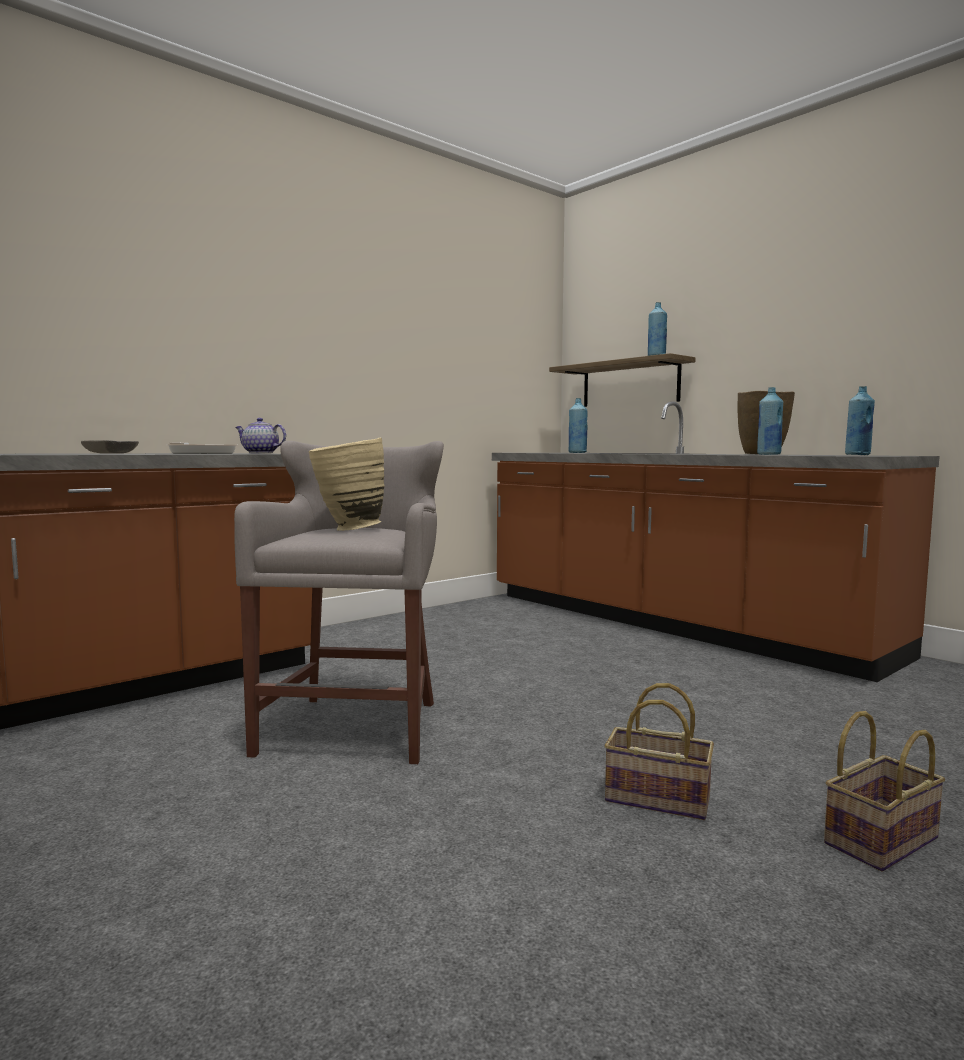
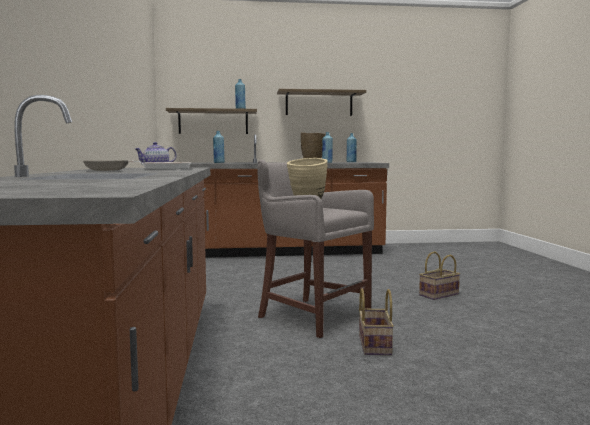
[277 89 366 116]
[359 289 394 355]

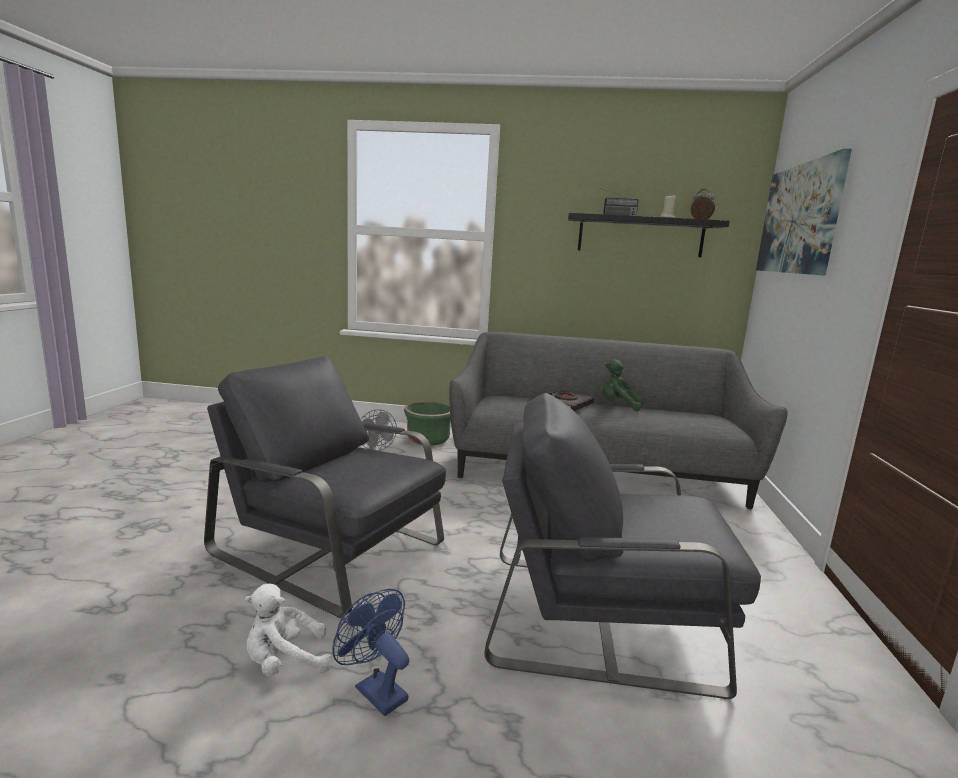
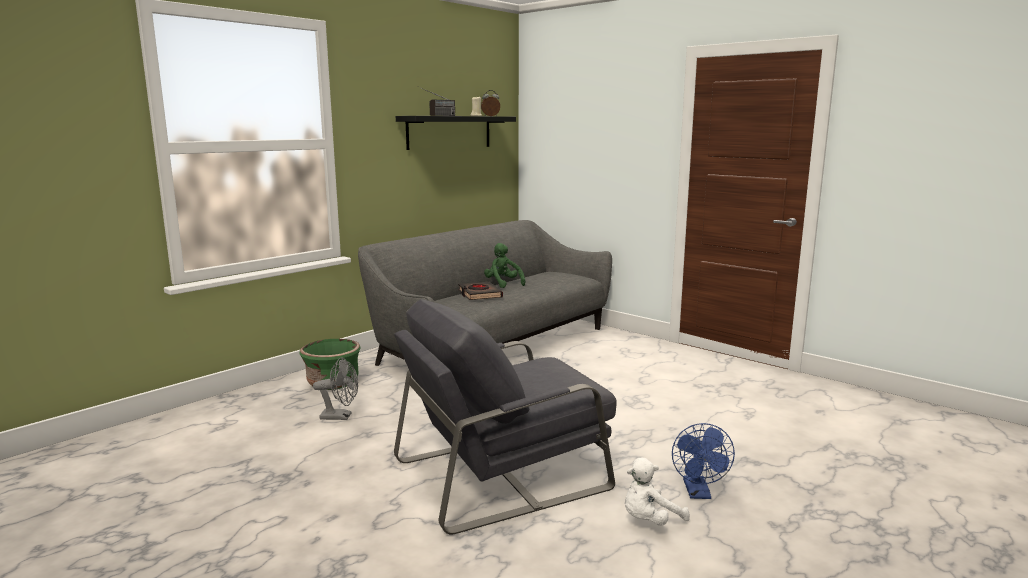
[484 393 761 699] (first image)
[756 149 852 276] (first image)
[625 458 690 526]
[672 423 735 499]
[484 243 525 288]

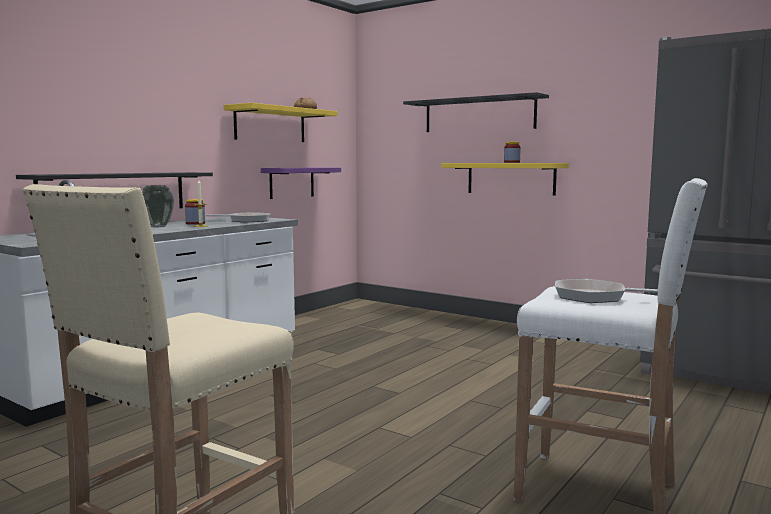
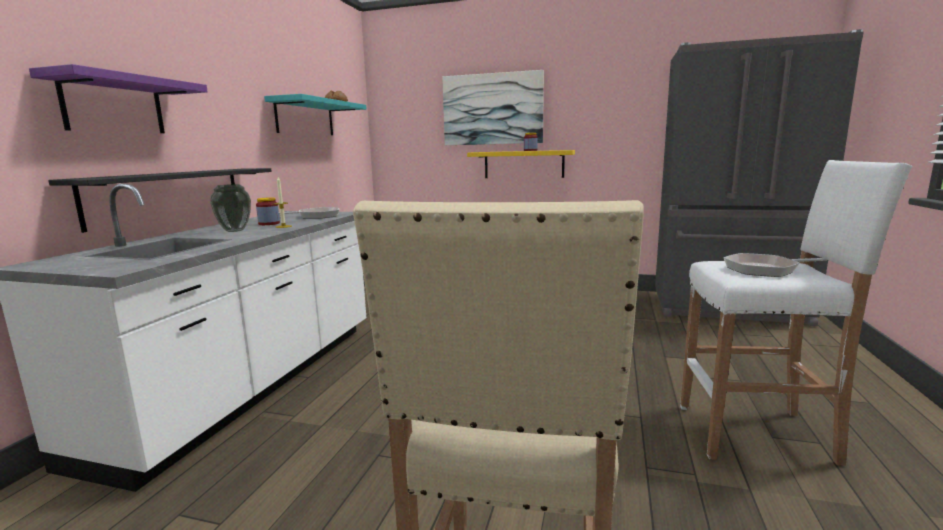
[29 64 208 133]
[442 70 544 145]
[264 94 367 135]

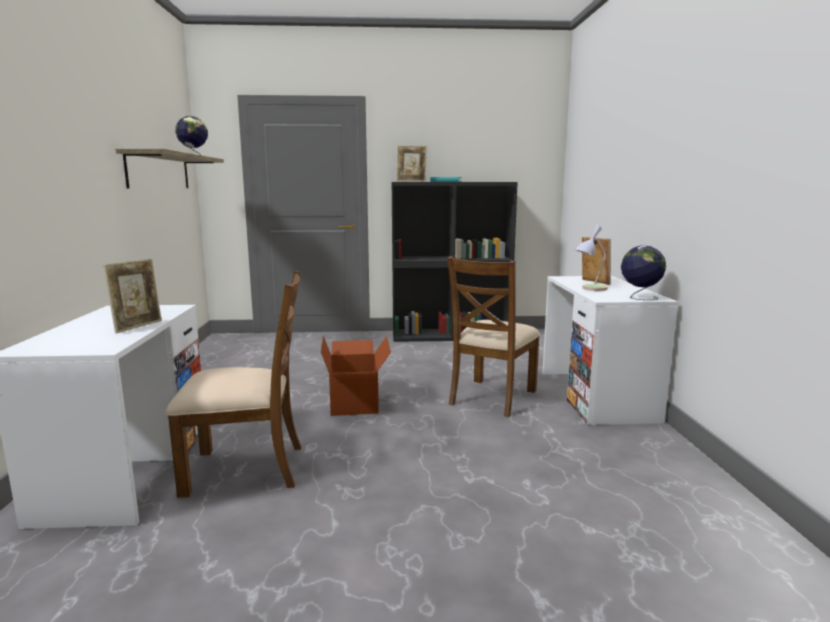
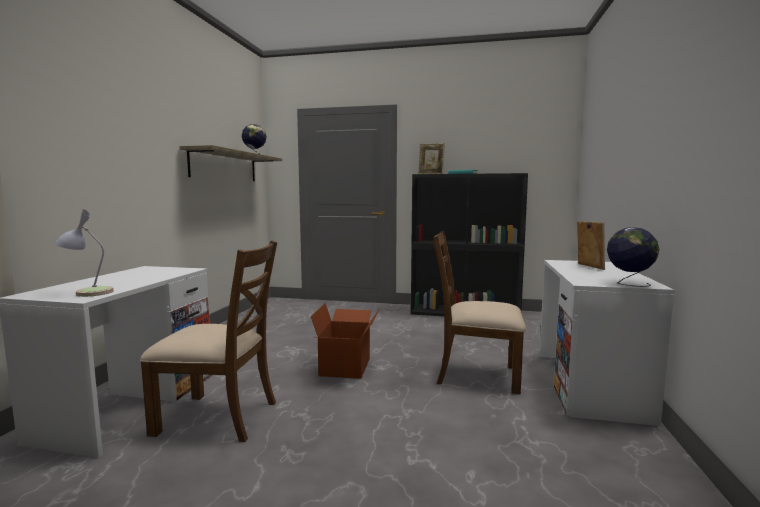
[103 259 162 333] (first image)
[55 209 114 297]
[433 231 526 394]

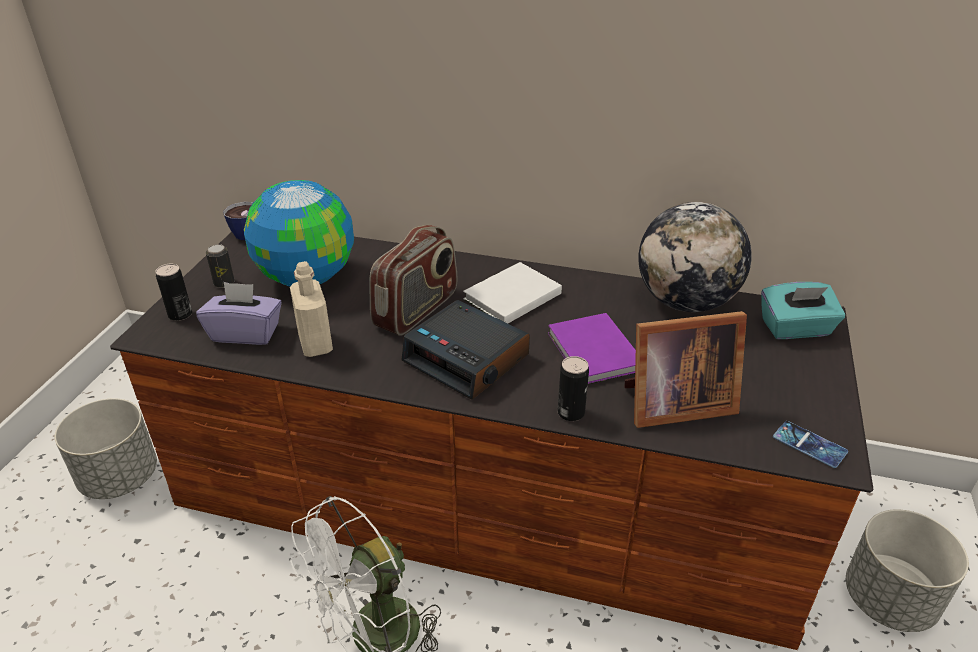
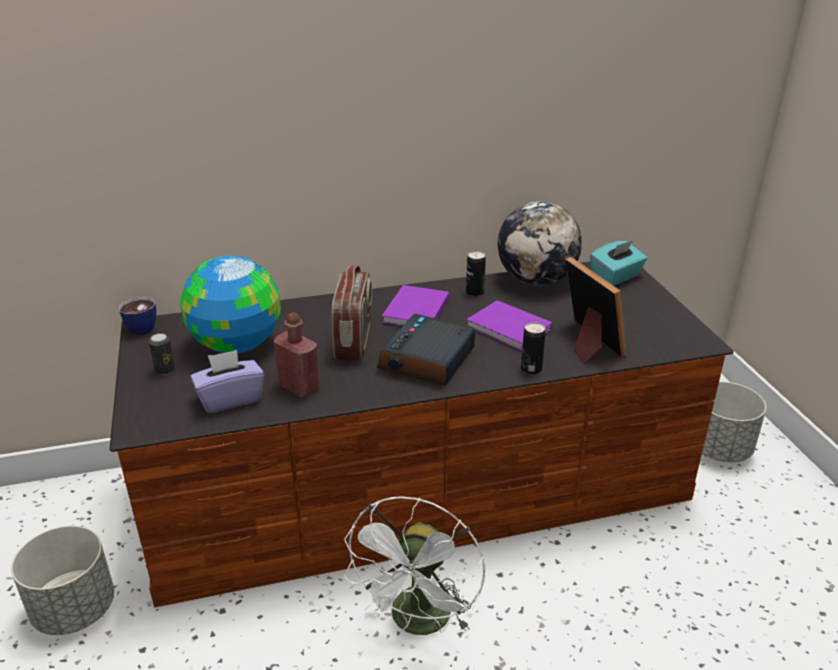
[773 421 848 468] (first image)
[466 251 486 296]
[274 313 320 398]
[382 285 449 326]
[377 314 475 386]
[566 257 627 364]

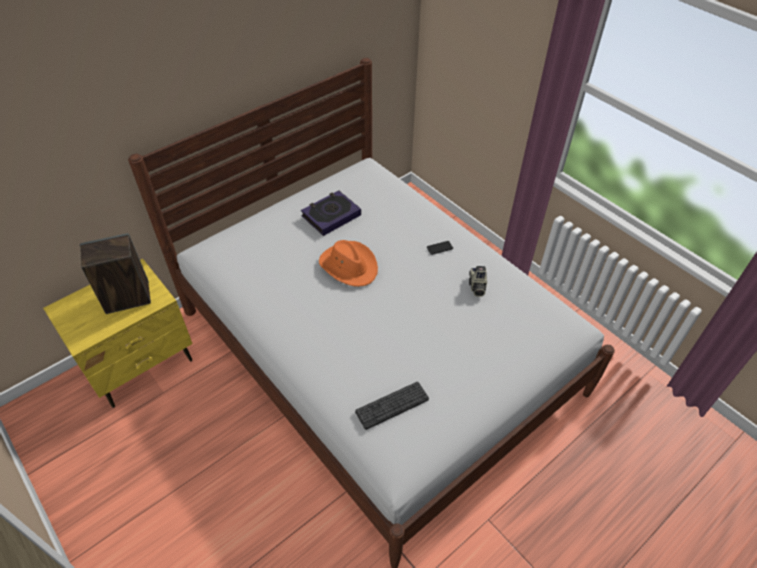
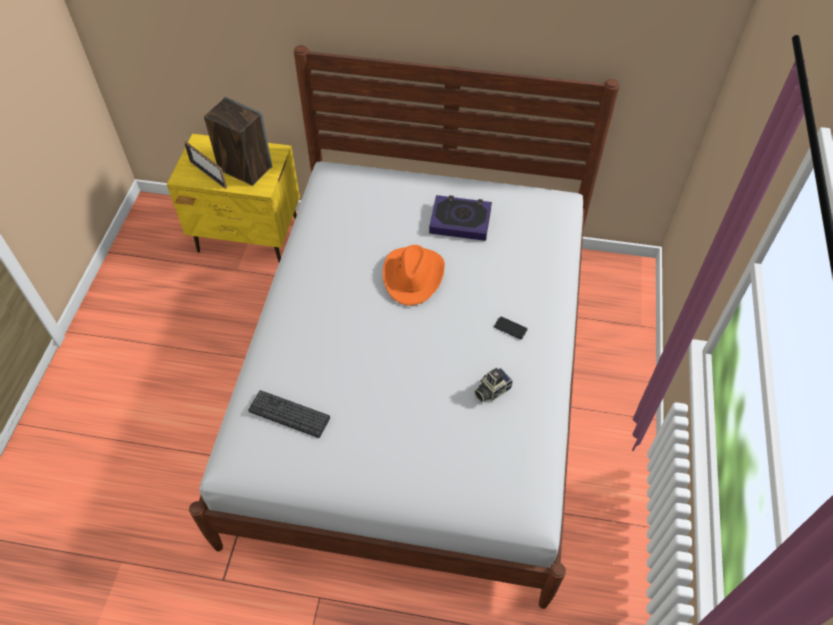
[184 141 227 189]

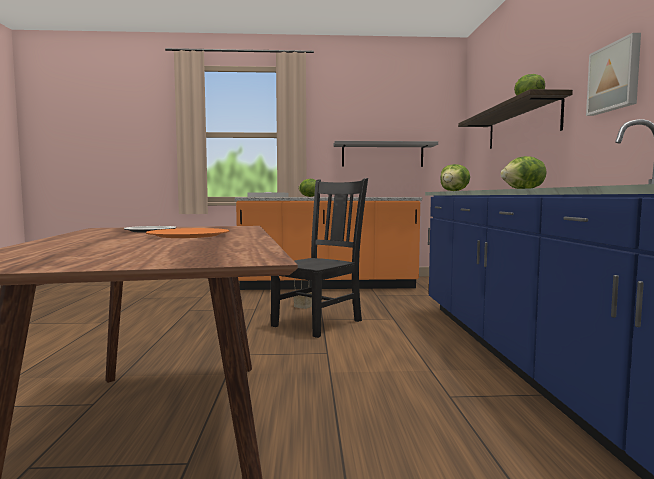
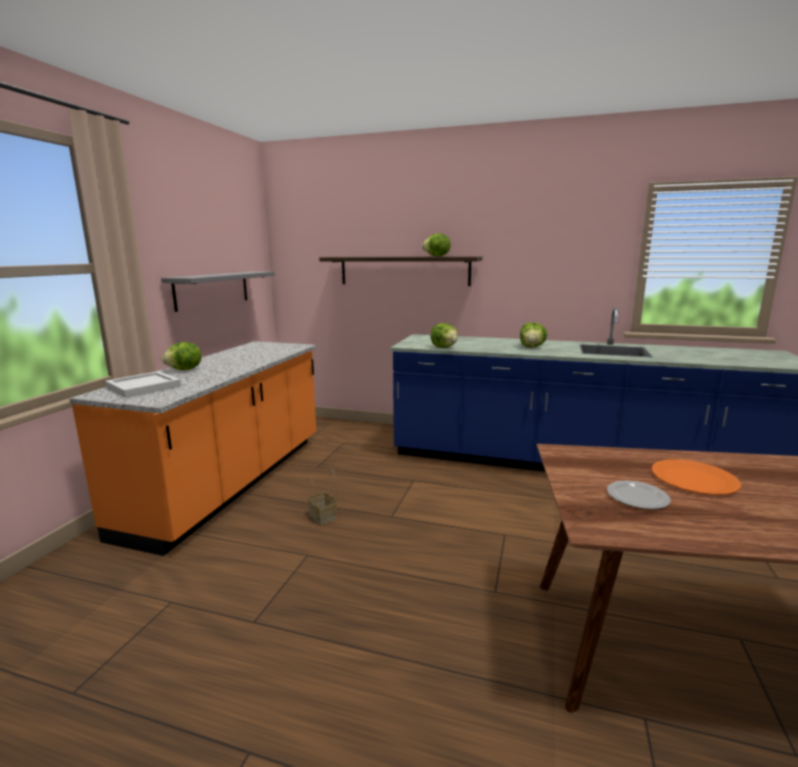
[271 178 368 338] (first image)
[586 33 641 116] (first image)

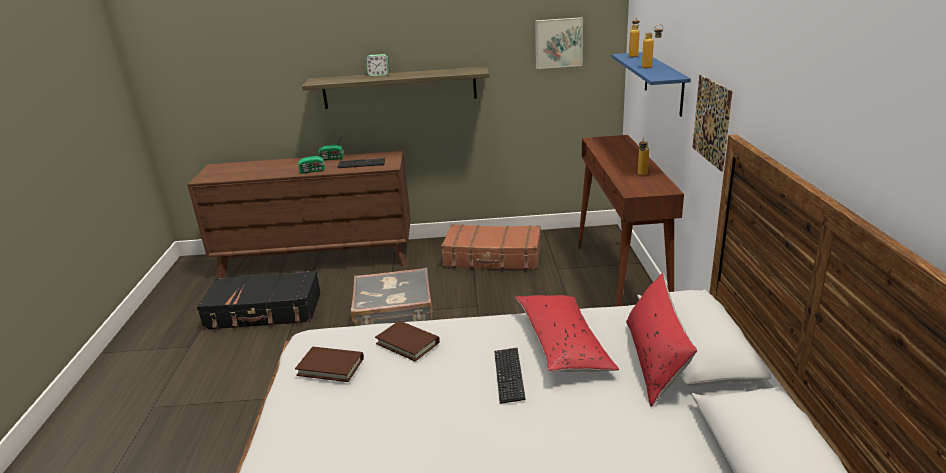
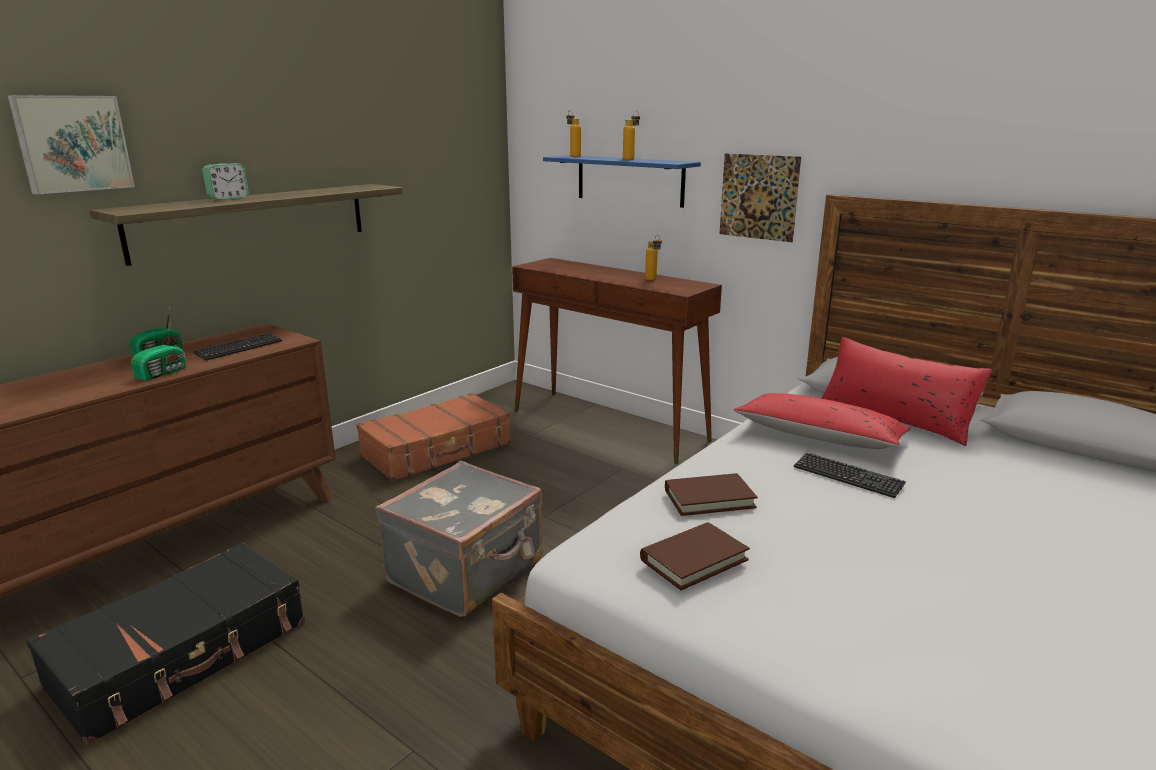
[8 95 135 194]

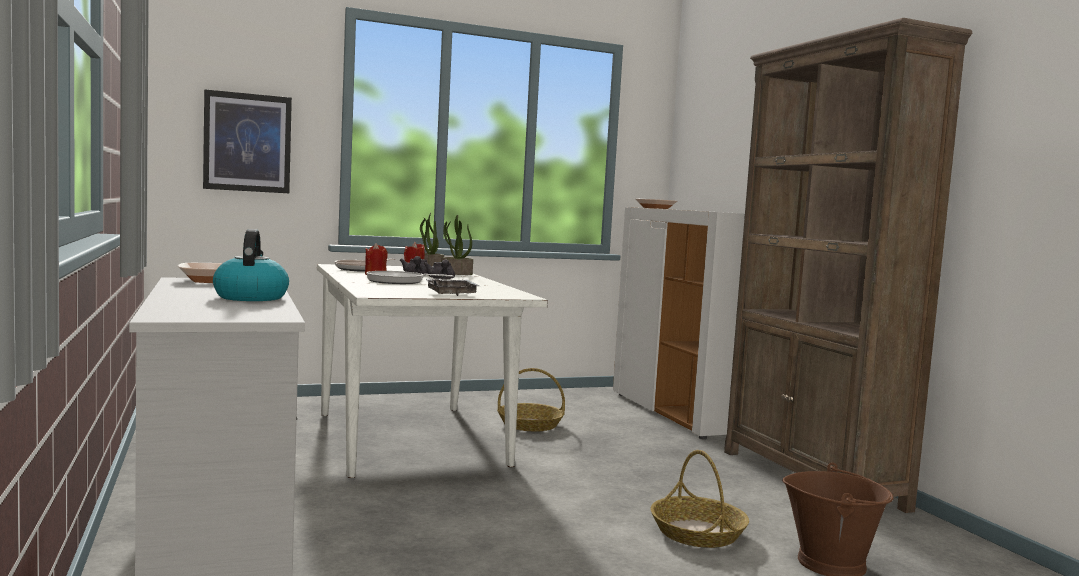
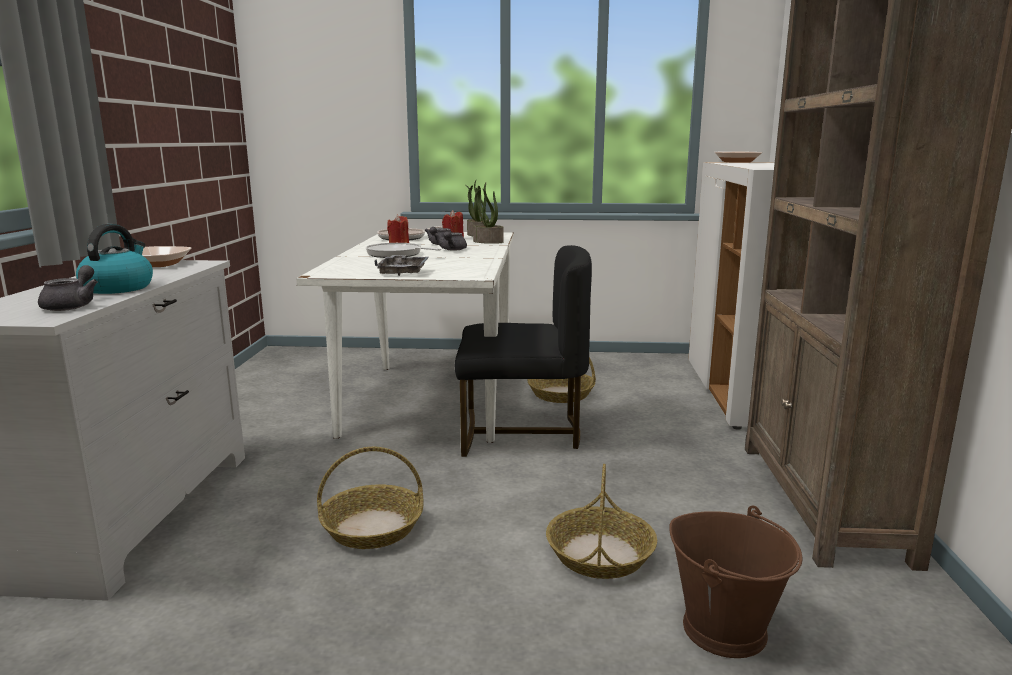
[203 89 292 193] (first image)
[38 265 98 311]
[317 447 424 549]
[455 245 592 457]

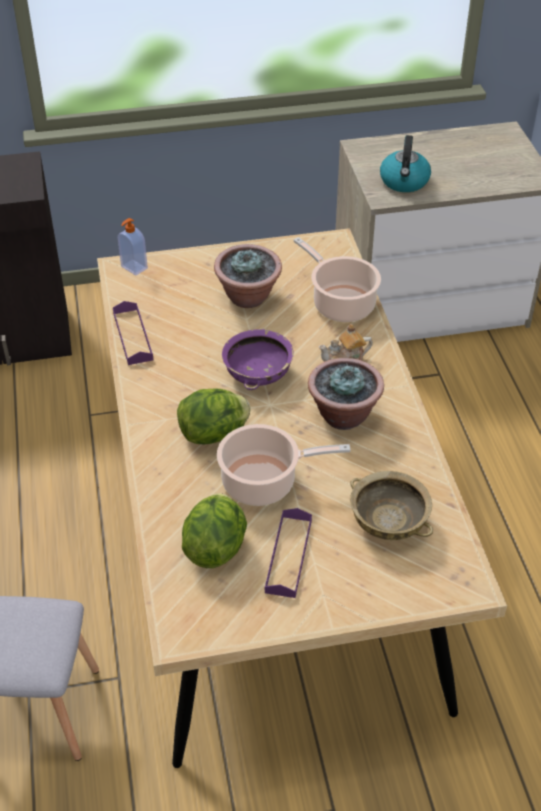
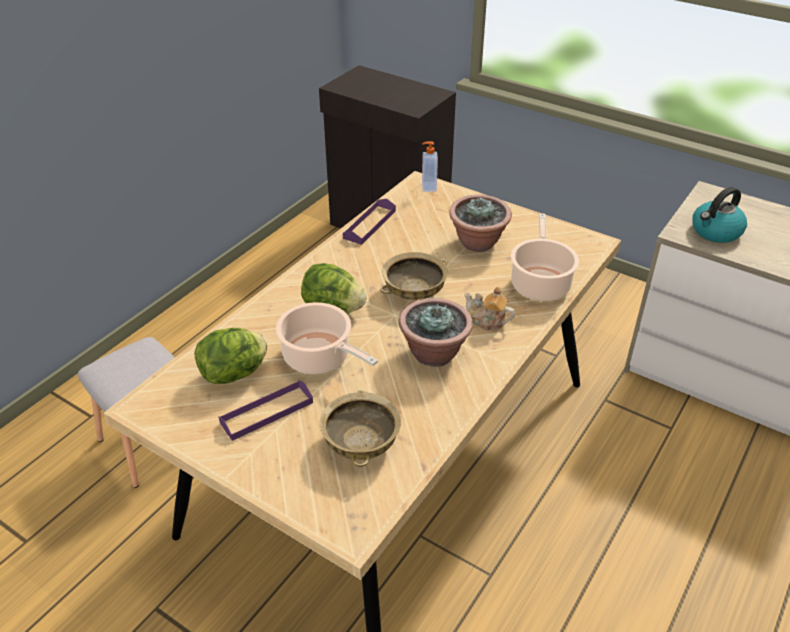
[380 252 448 300]

